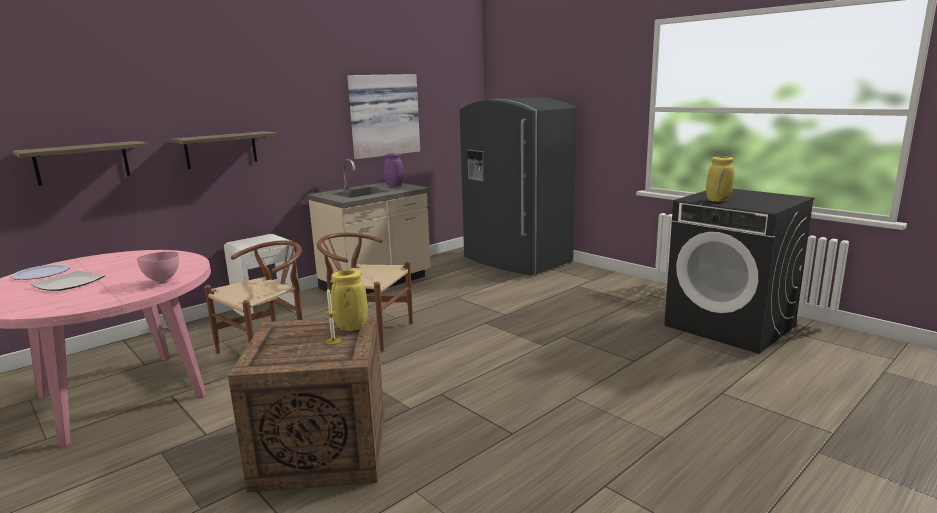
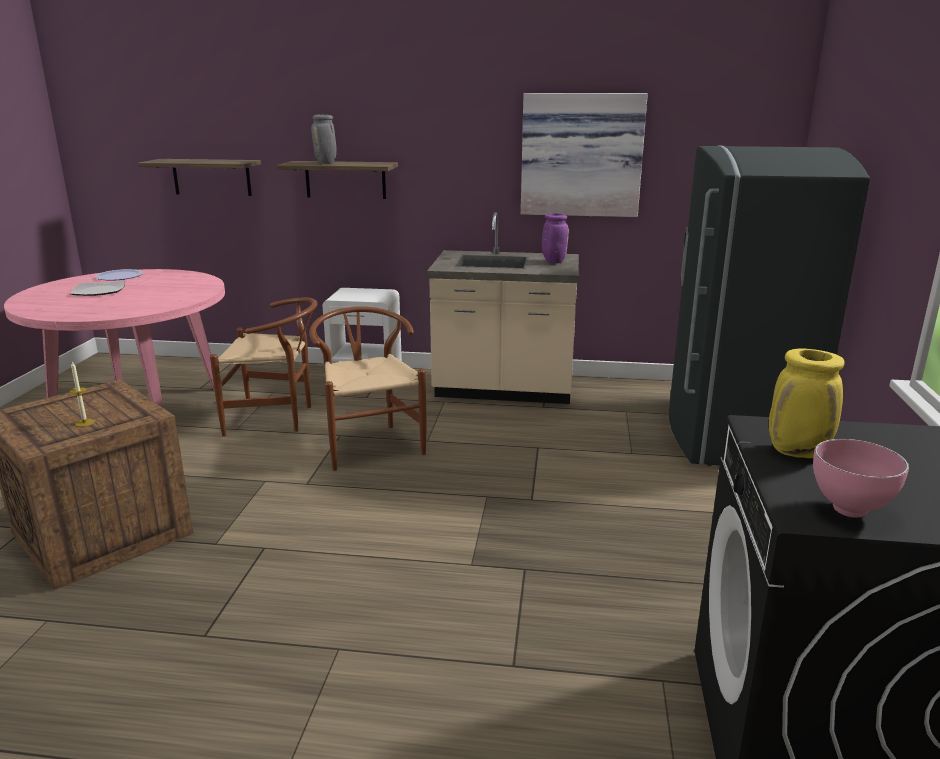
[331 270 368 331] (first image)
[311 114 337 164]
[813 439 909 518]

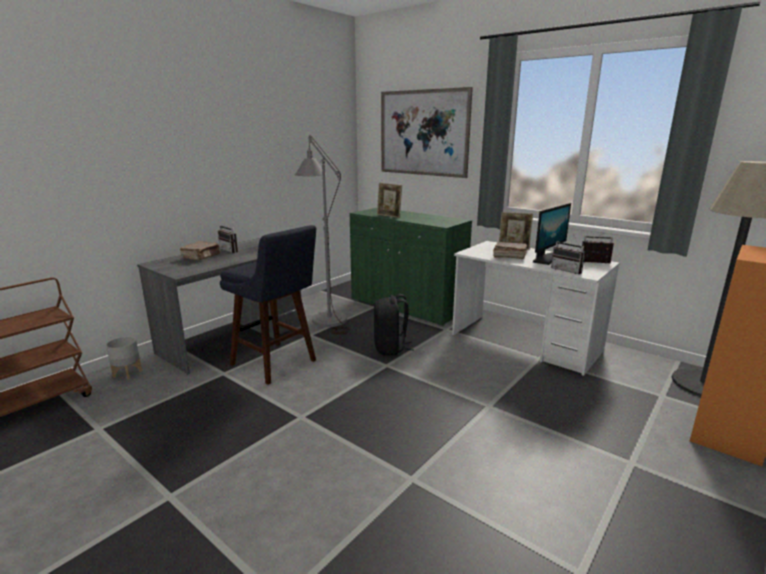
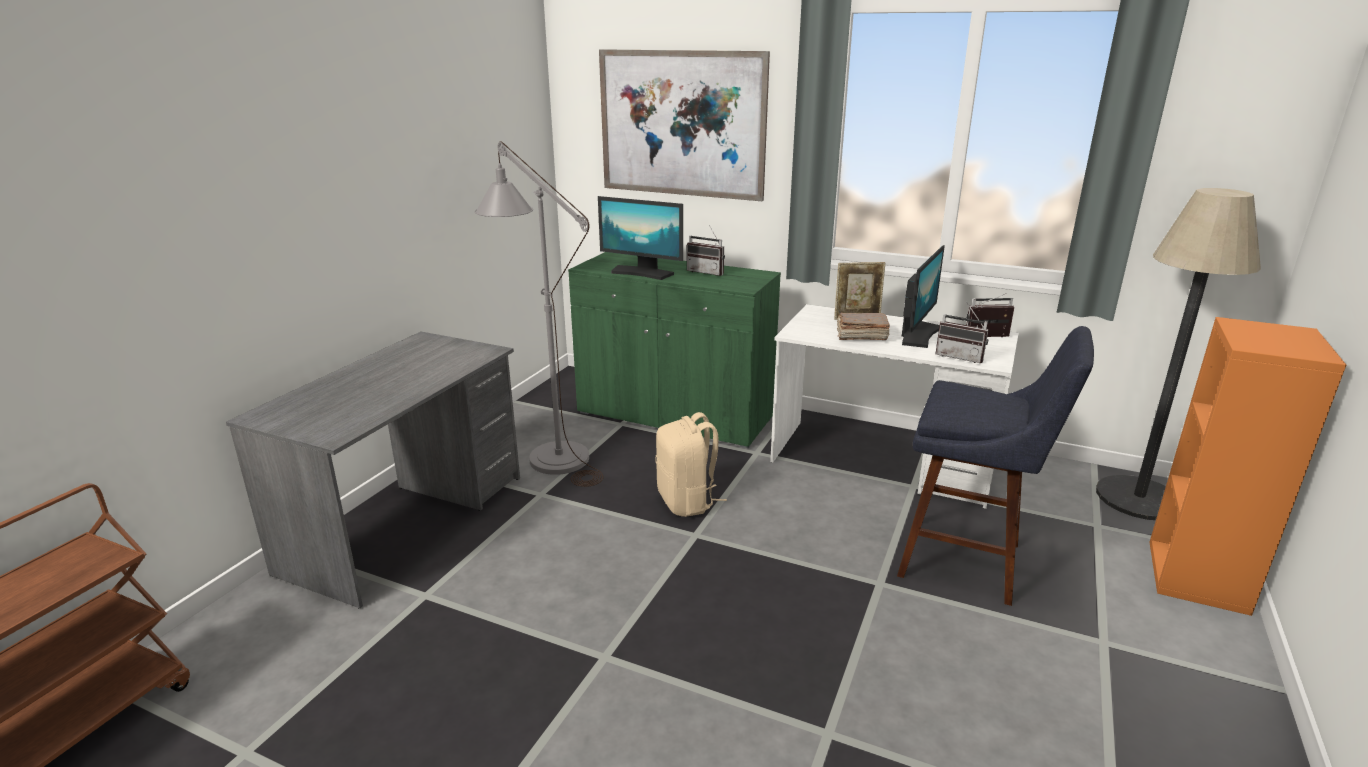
[106 336 142 380] (first image)
[180 241 220 260] (first image)
[687 225 725 276]
[897 326 1094 606]
[598 196 683 280]
[656 412 727 517]

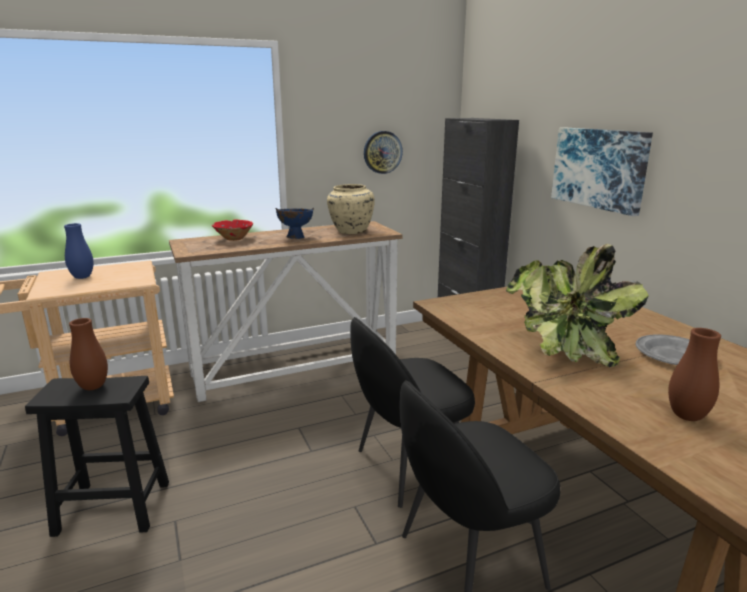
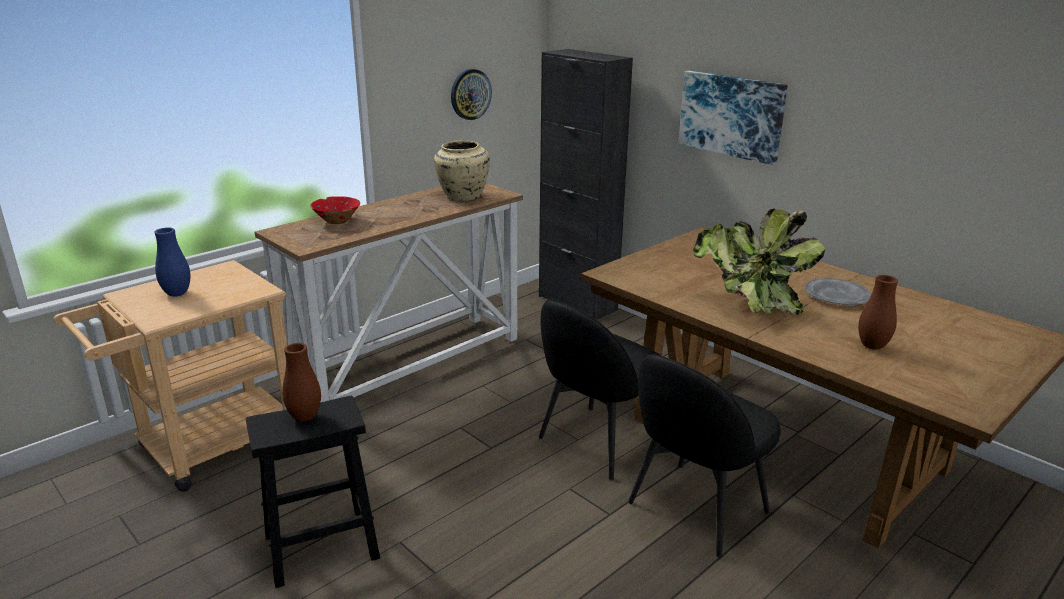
[275 208 314 239] (first image)

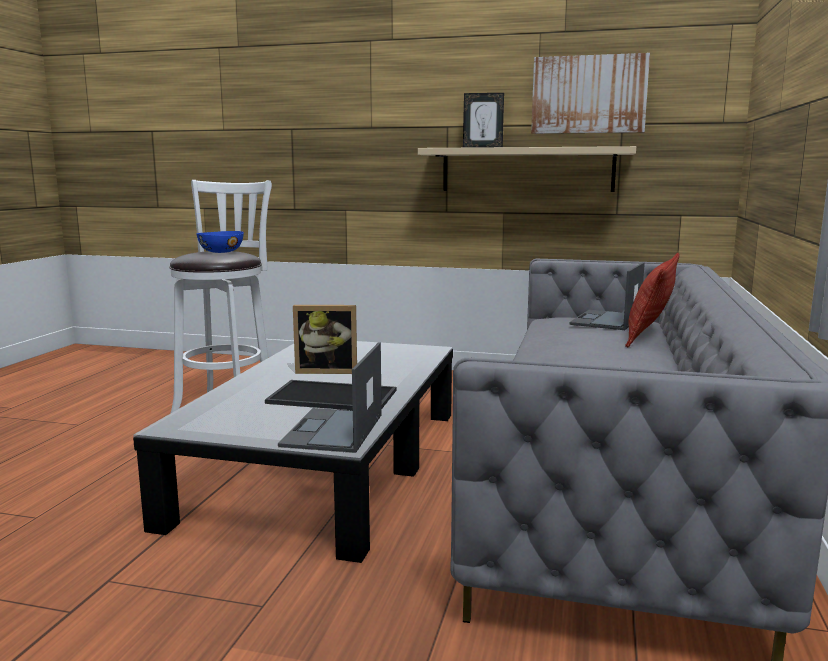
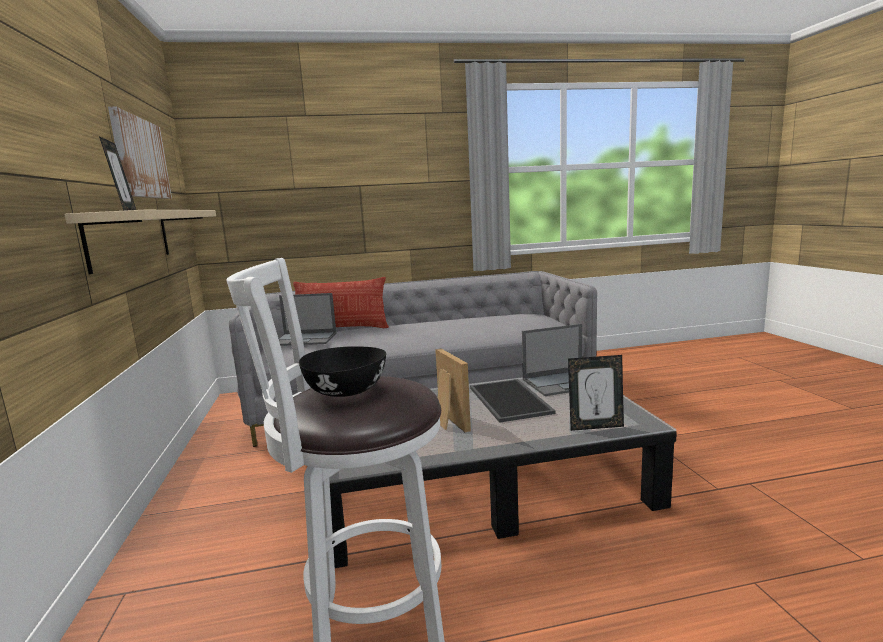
[568 355 624 431]
[299 346 386 397]

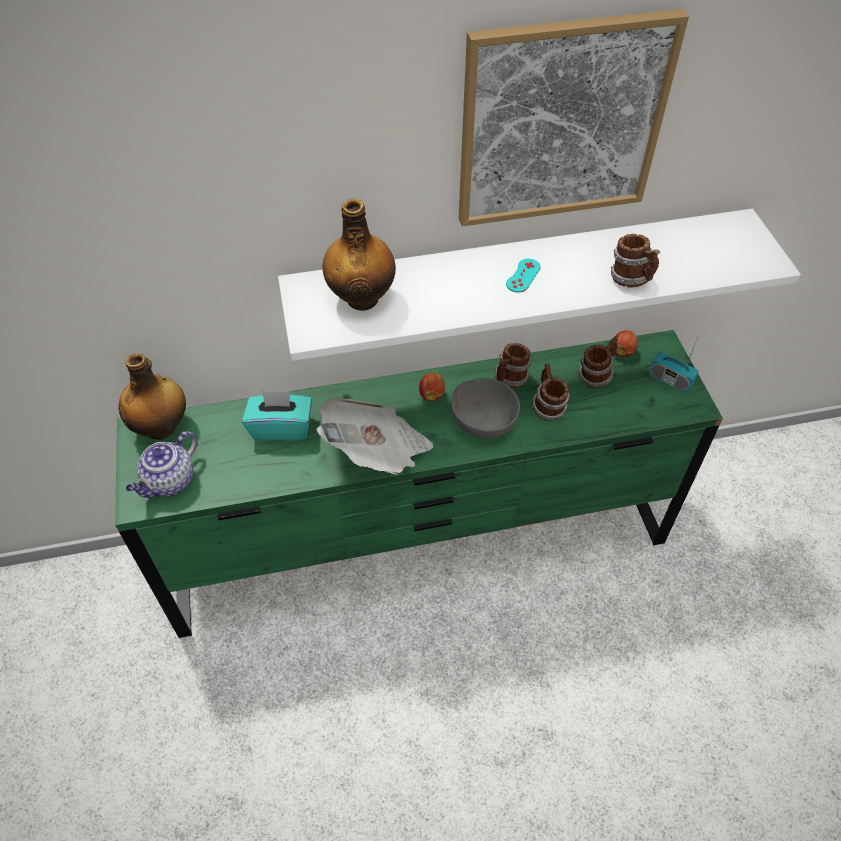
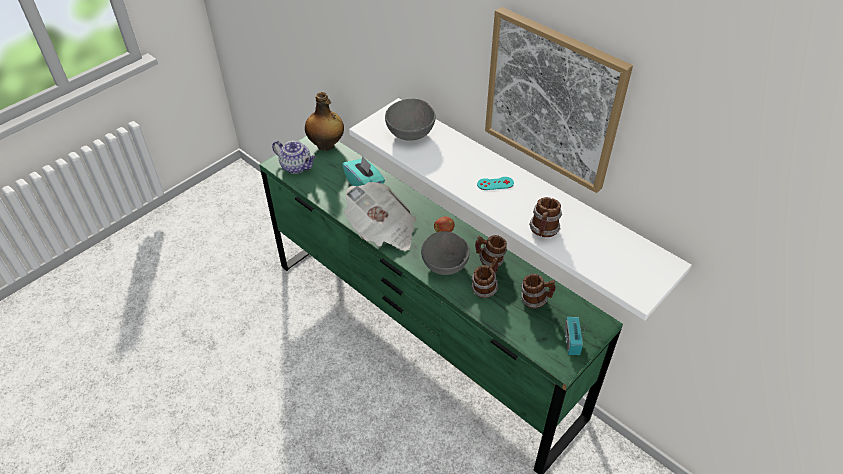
[615 330 638 357] (first image)
[385 99 436 141]
[272 141 316 174]

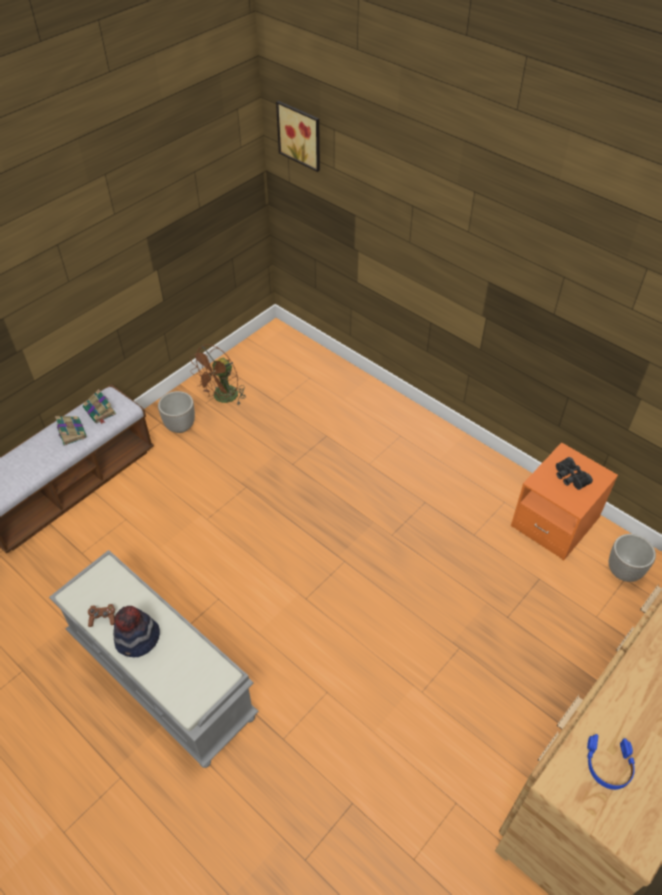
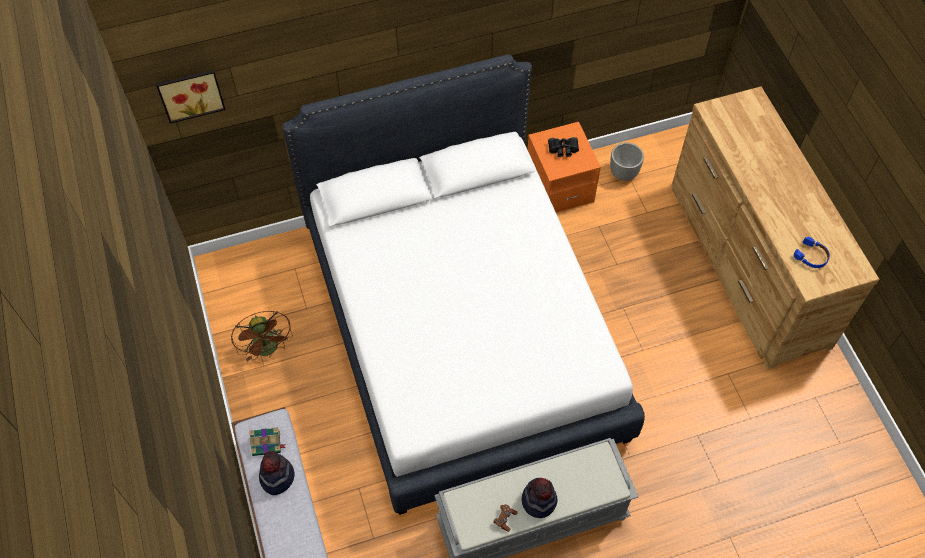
[158 391 195 433] (first image)
[282 54 645 515]
[259 451 295 495]

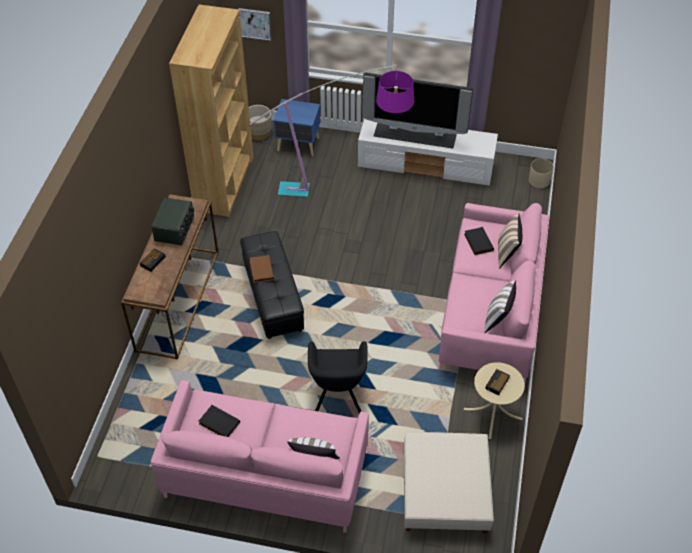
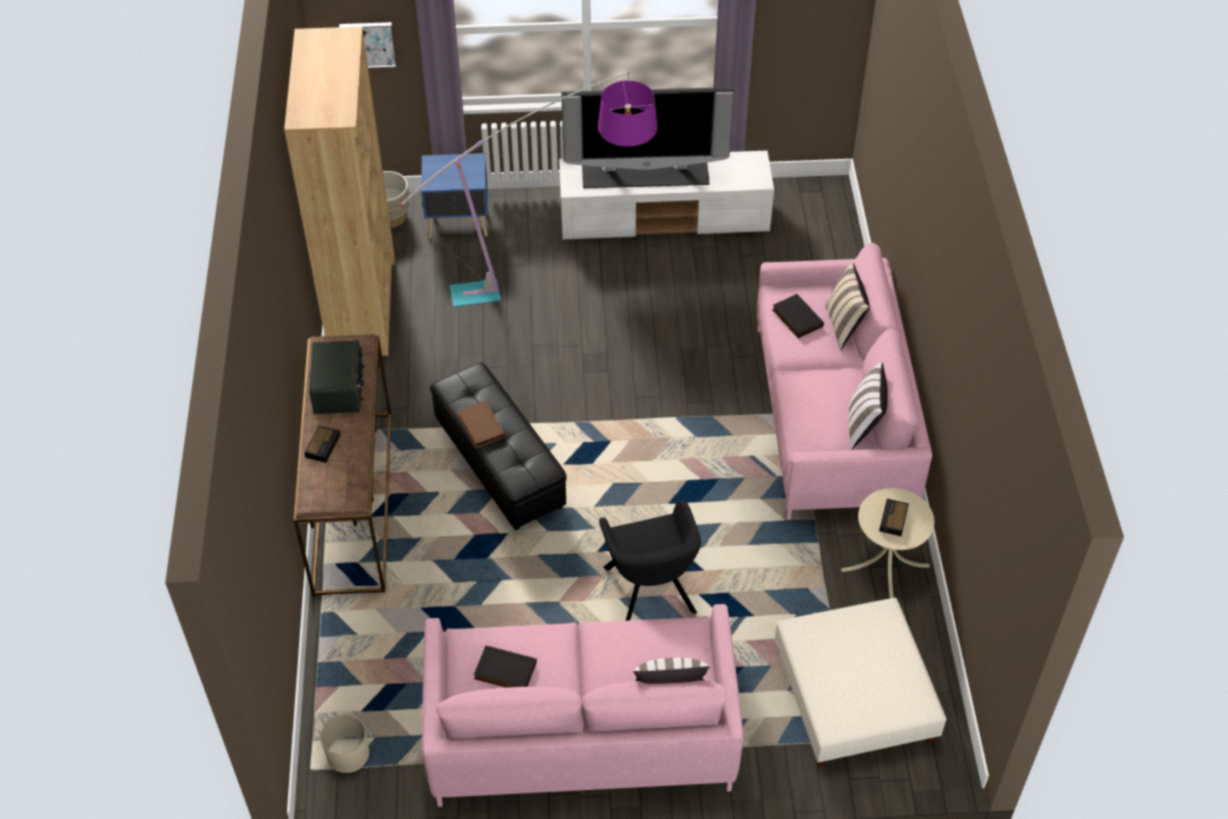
[320 715 369 773]

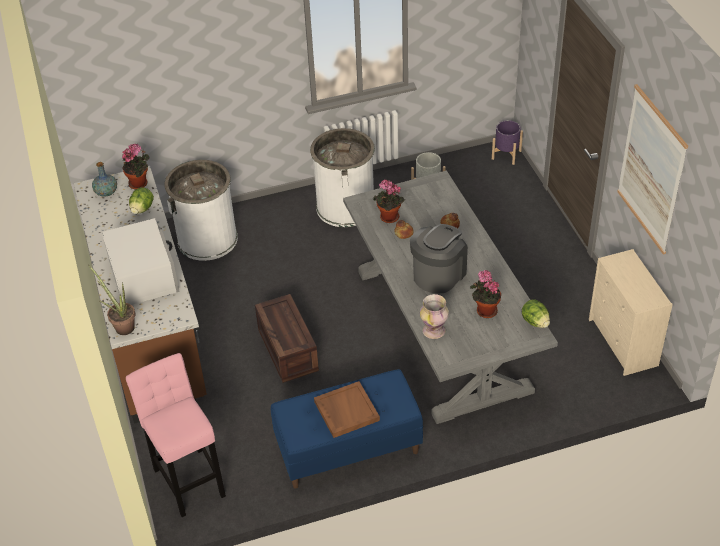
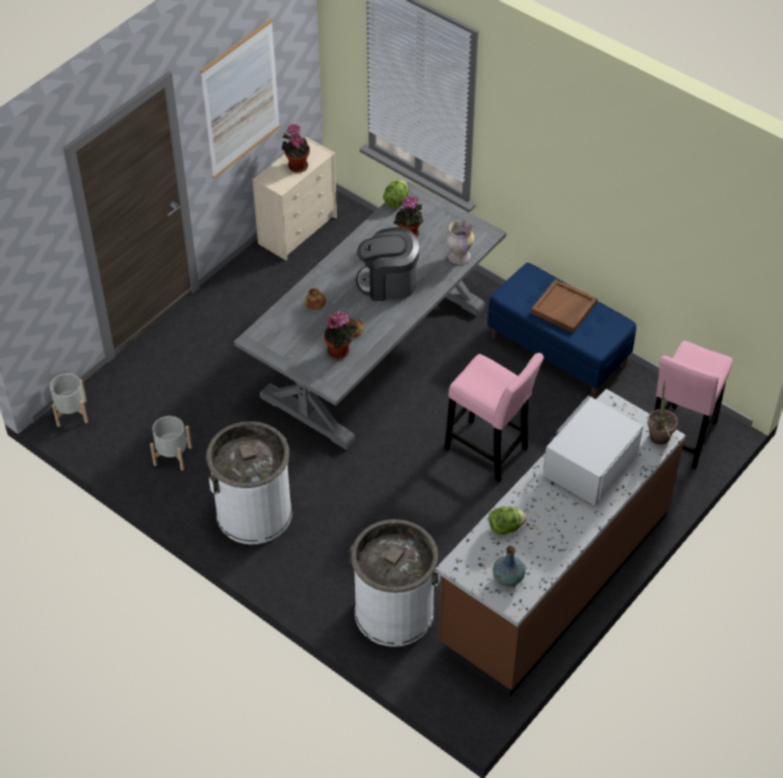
[282 124 310 173]
[444 353 544 482]
[50 373 88 427]

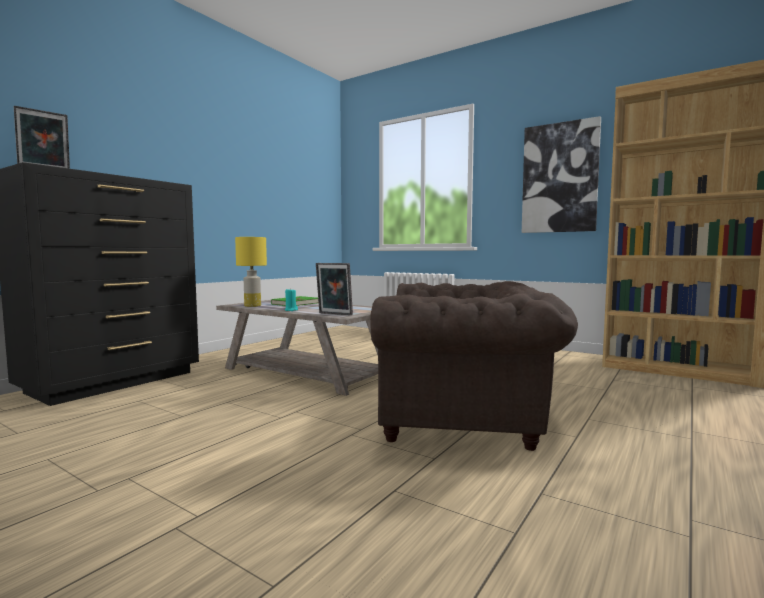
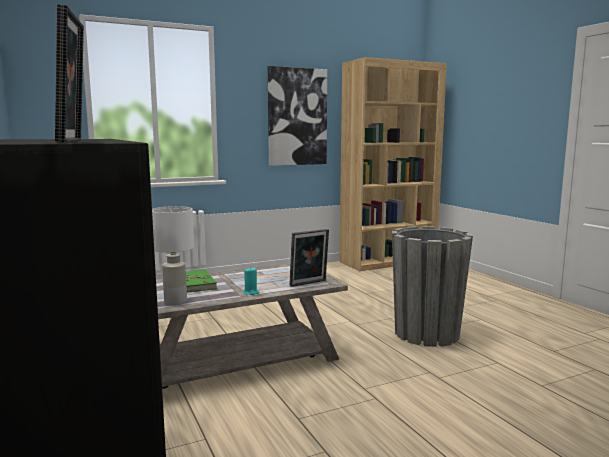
[392 226 473 347]
[152 206 194 306]

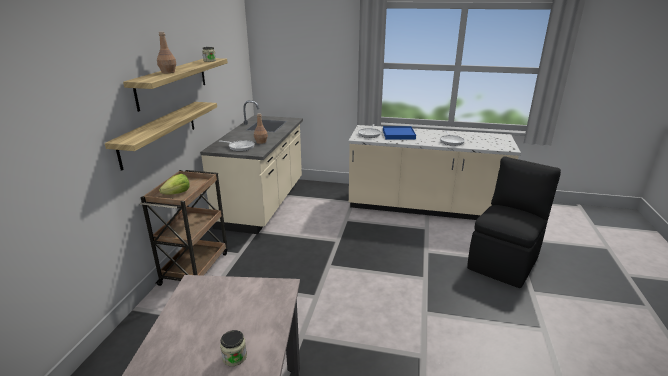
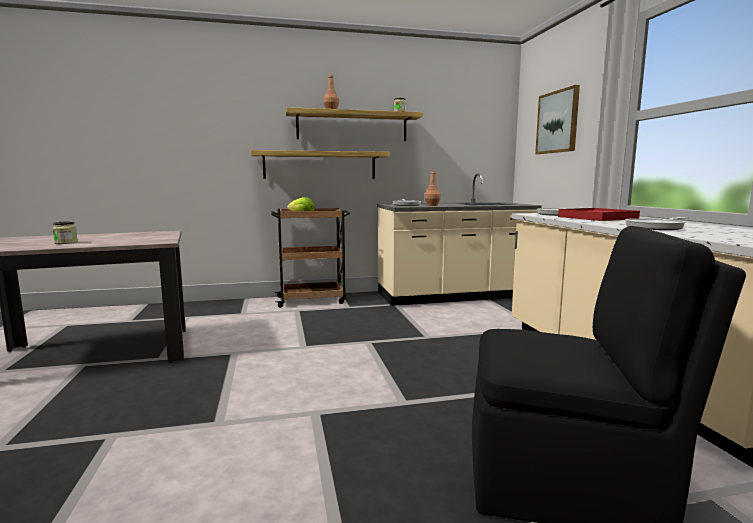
[535 85 580 154]
[558 208 640 221]

